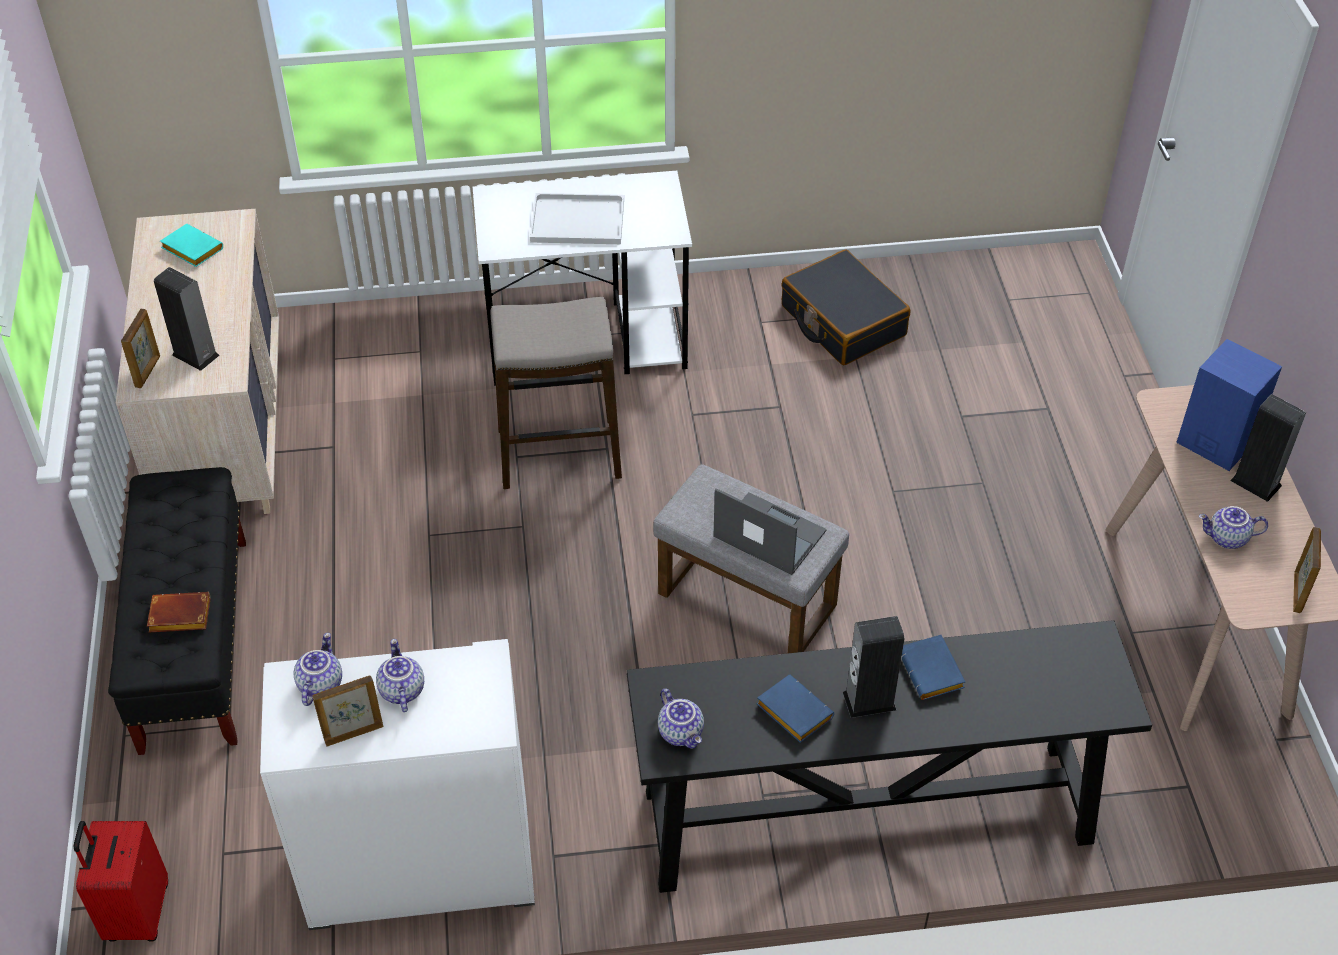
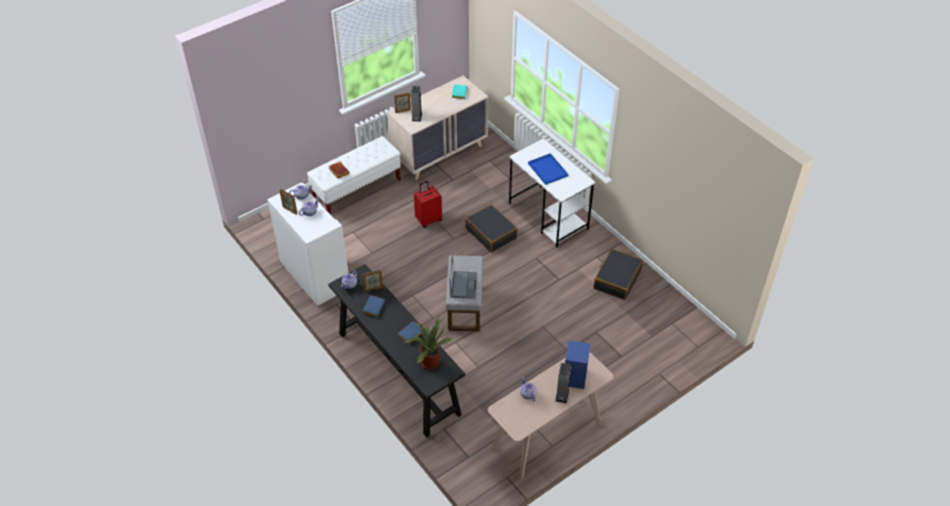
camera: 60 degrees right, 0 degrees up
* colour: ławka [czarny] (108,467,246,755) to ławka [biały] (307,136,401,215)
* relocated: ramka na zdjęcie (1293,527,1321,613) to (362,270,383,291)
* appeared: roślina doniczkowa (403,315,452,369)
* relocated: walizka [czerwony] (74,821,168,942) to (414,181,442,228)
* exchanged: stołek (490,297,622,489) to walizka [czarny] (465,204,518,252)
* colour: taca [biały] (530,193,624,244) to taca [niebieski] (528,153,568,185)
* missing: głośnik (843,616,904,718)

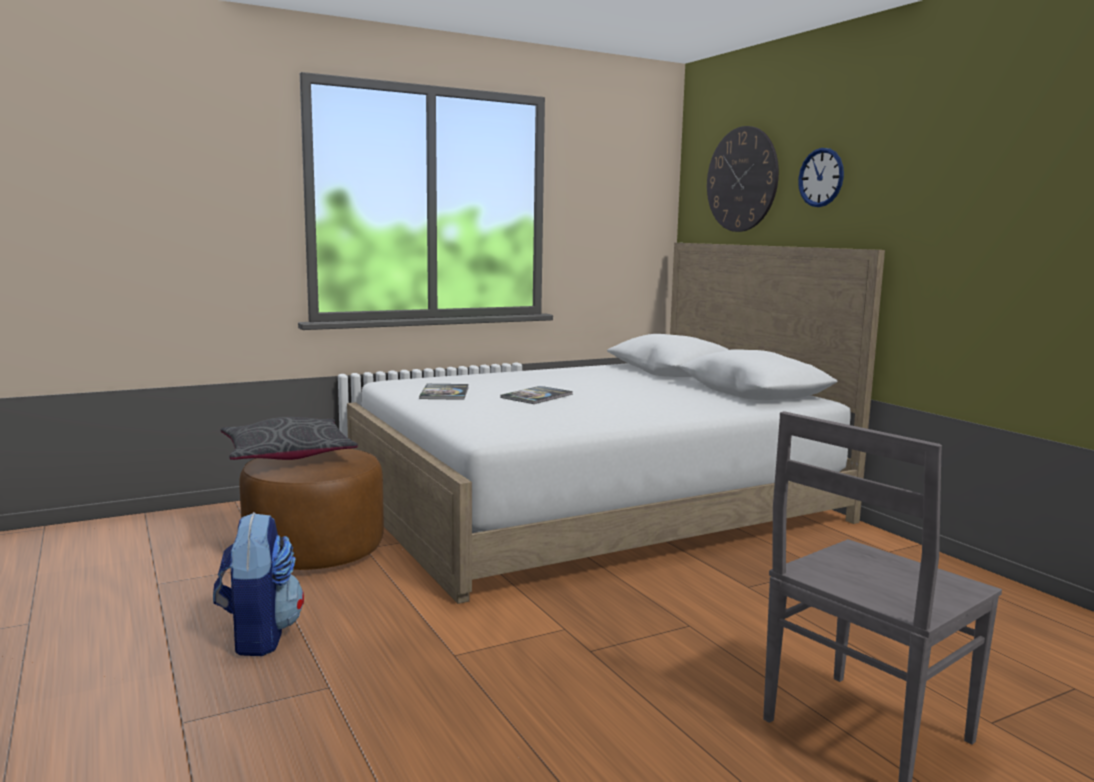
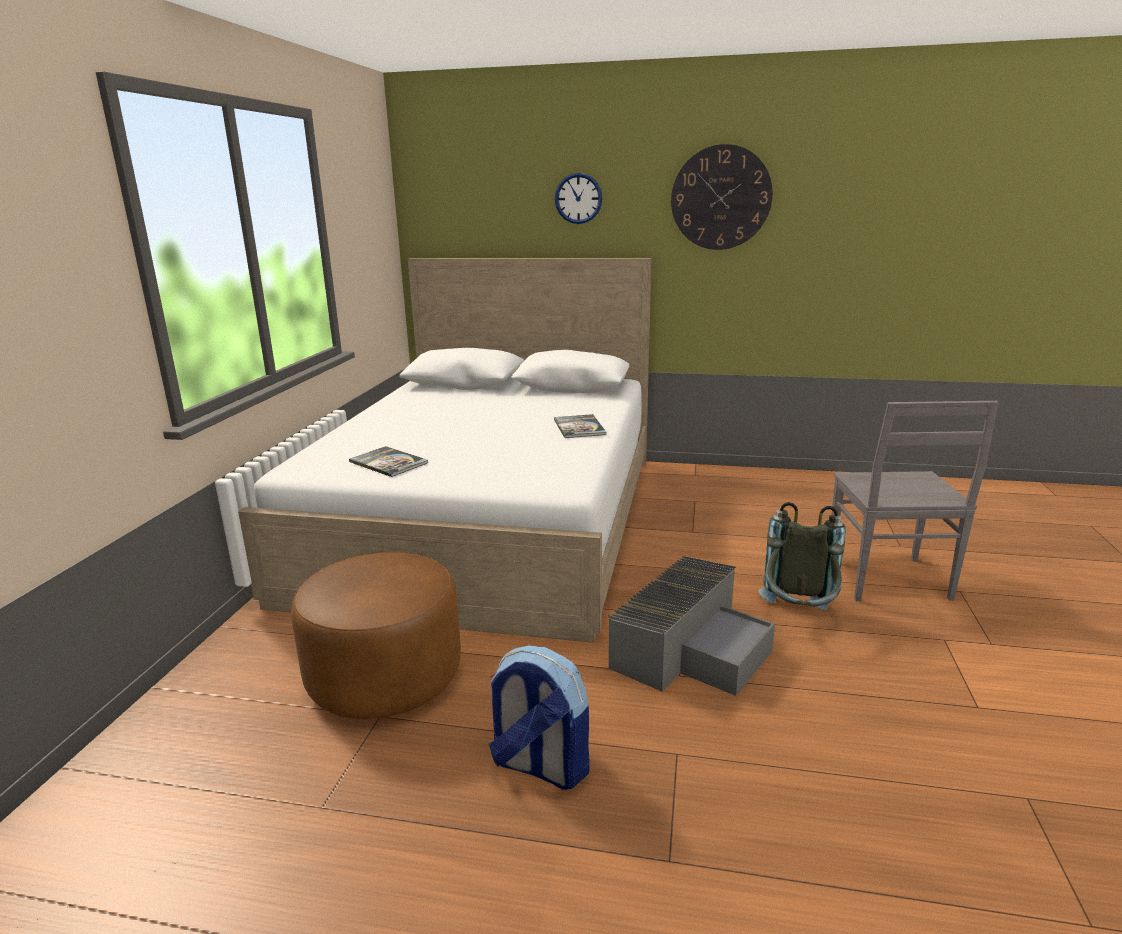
camera: 50 degrees left, 10 degrees up
* relocated: książka (500,386,573,404) to (554,414,606,438)
* appeared: pojemnik do przechowywania [szary] (608,556,775,696)
* relocated: zegar ścienny (707,126,779,232) to (671,144,773,250)
* appeared: plecak [szary] (759,502,846,610)
* missing: poduszka [szary] (220,417,358,460)

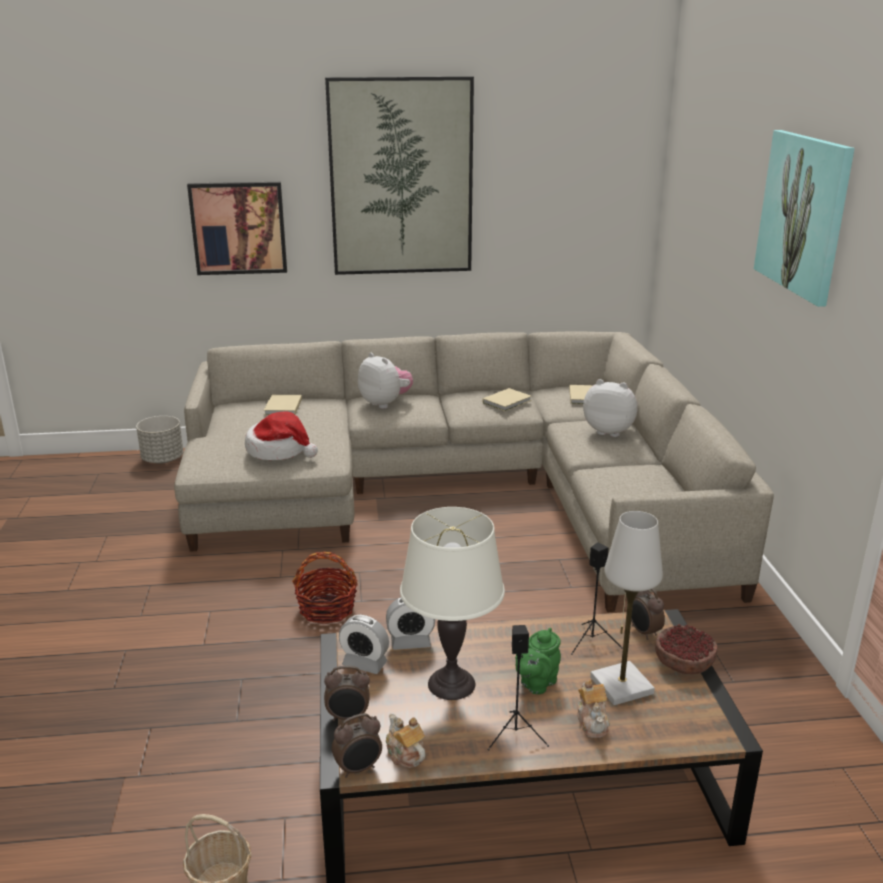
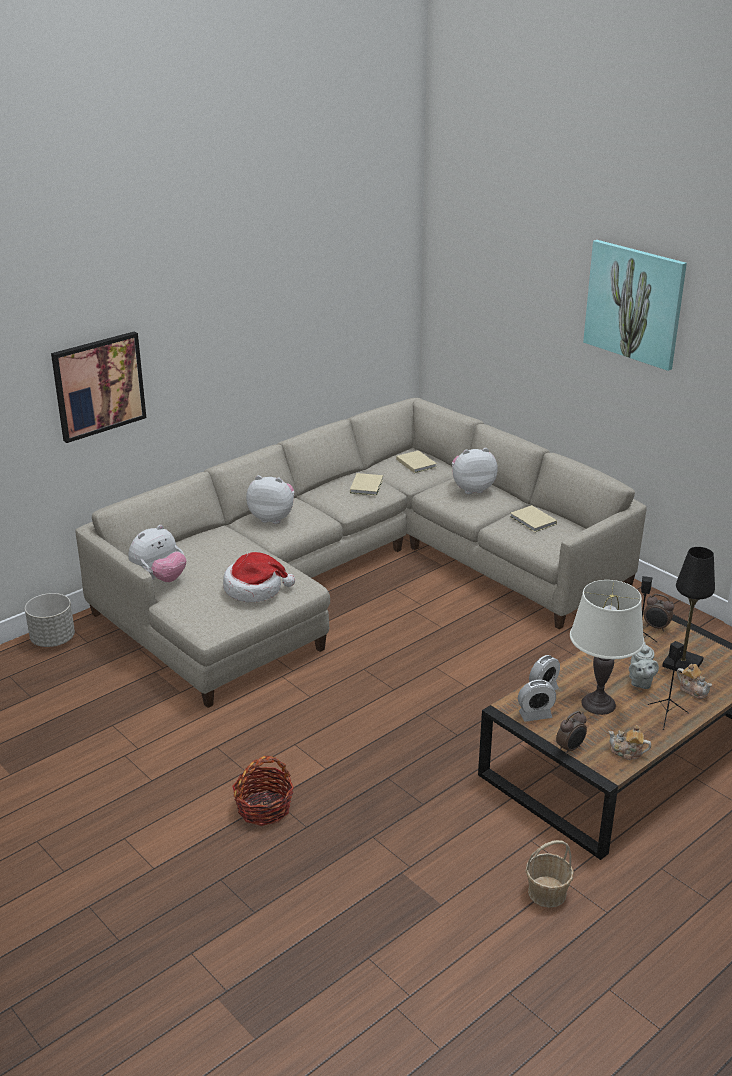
camera: 35 degrees left, 5 degrees up
* appeared: pluszak (128,525,186,582)
* relocated: koszyk (292,552,358,624) to (232,756,294,826)
* relocated: książka [beżowy] (264,395,302,415) to (510,505,557,532)
* colour: imbryk [zielony] (515,628,561,694) to imbryk [szary] (629,642,659,689)
* colour: lampa stołowa [biały] (590,511,663,705) to lampa stołowa [czarny] (662,547,715,673)
* missing: obraz (325,76,474,275)
* missing: budzik (332,713,382,778)
* missing: miska (655,624,718,674)

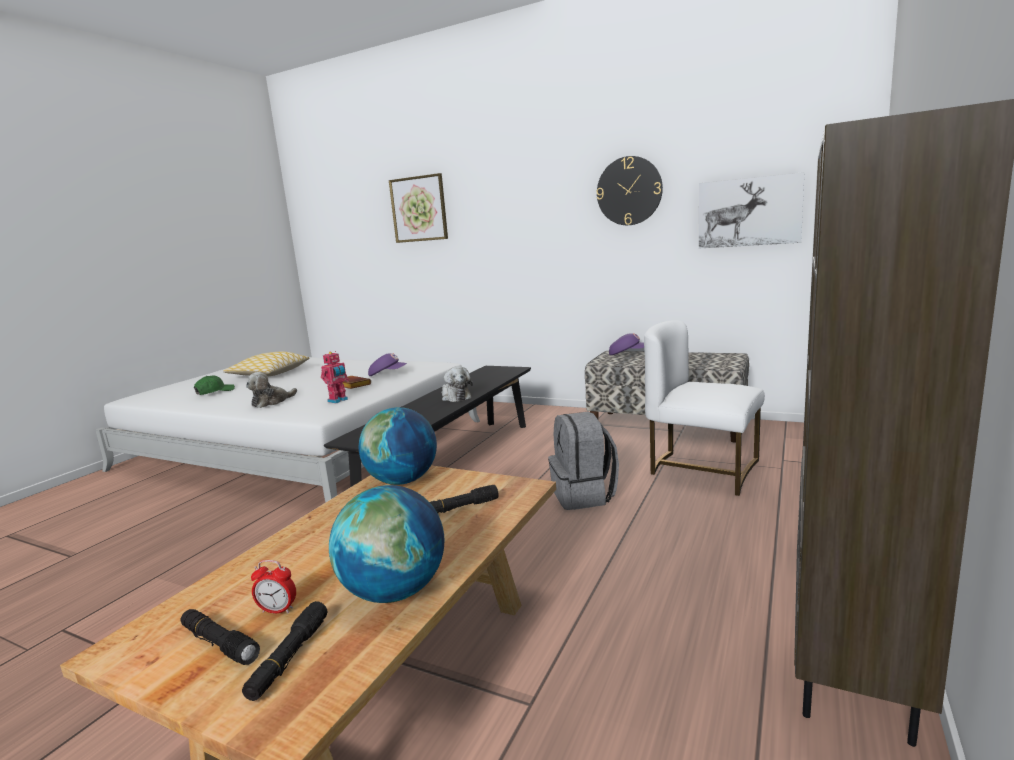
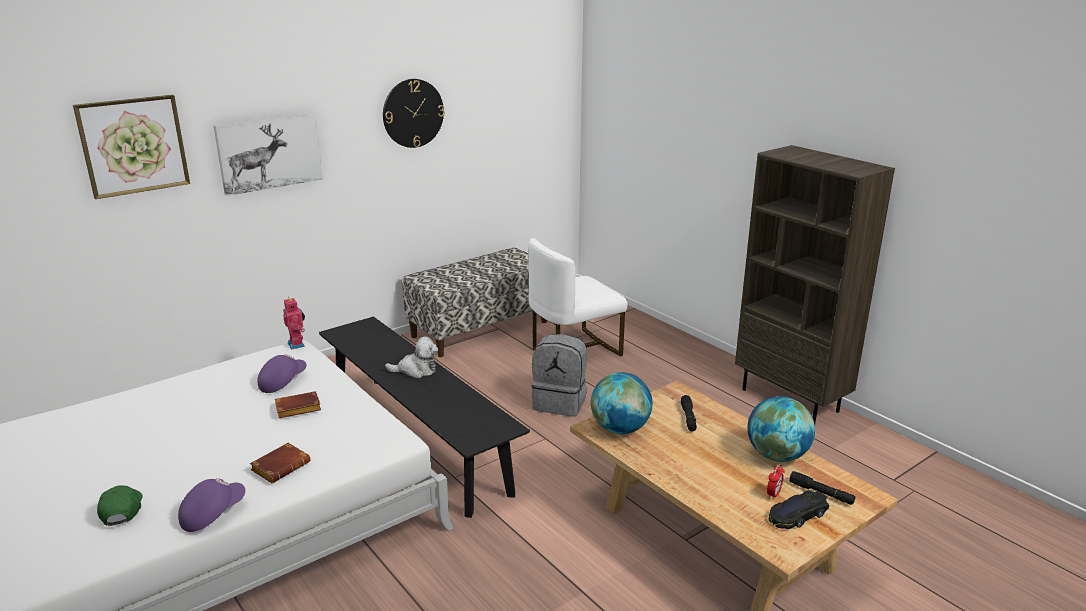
camera: 65 degrees left, 10 degrees up
* relocated: czapka z daszkiem [fioletowy] (609,333,644,355) to (178,478,245,532)
* relocated: obraz (699,172,804,249) to (213,113,323,196)
* exchanged: pluszak (246,372,297,408) to książka [brązowy] (250,443,311,483)
* relocated: robot zabawkowy (321,351,349,403) to (283,297,305,350)
* exchanged: latarka [czarny] (181,609,260,665) to samochodzik [czarny] (769,491,829,529)
* missing: poduszka (223,352,309,376)

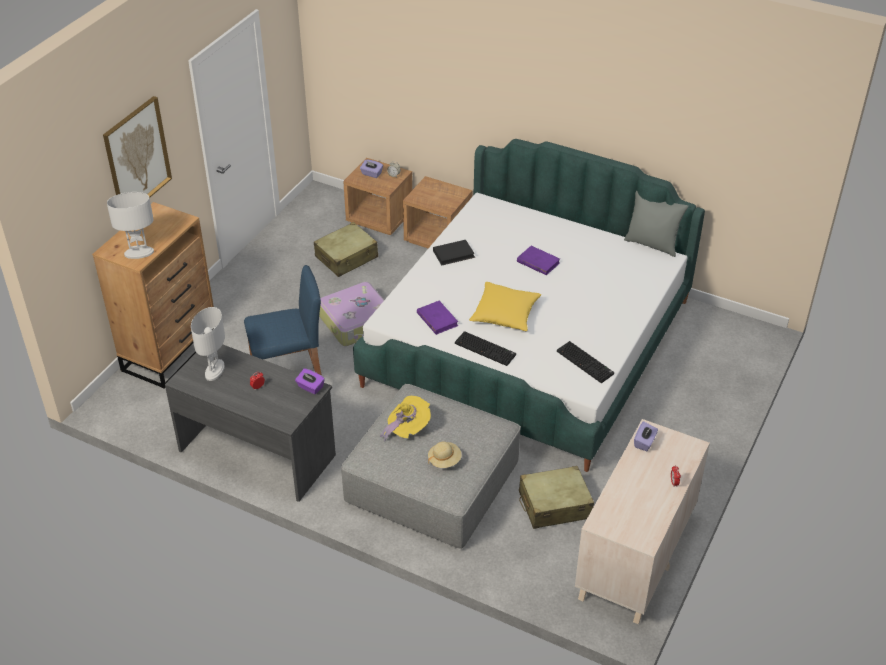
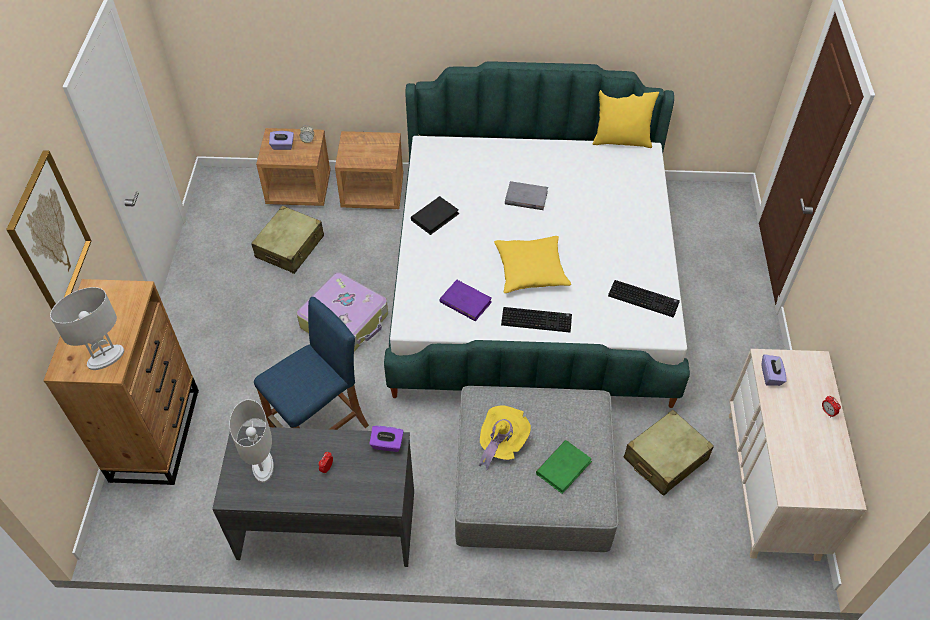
camera: 25 degrees left, 10 degrees up
* colour: książka [fioletowy] (517,246,560,275) to książka [szary] (505,181,548,210)
* exchanged: kapelusz [beżowy] (428,442,462,468) to książka [zielony] (536,440,592,494)
* colour: poduszka [szary] (624,191,689,257) to poduszka [żółty] (592,90,659,148)

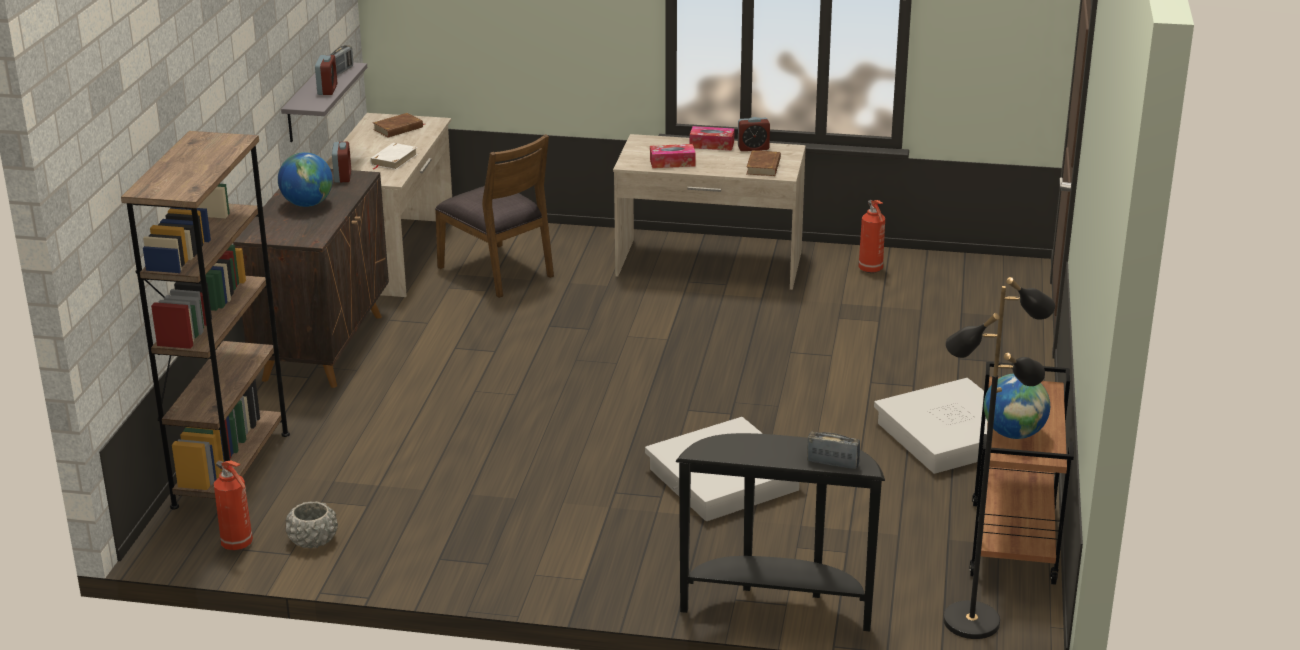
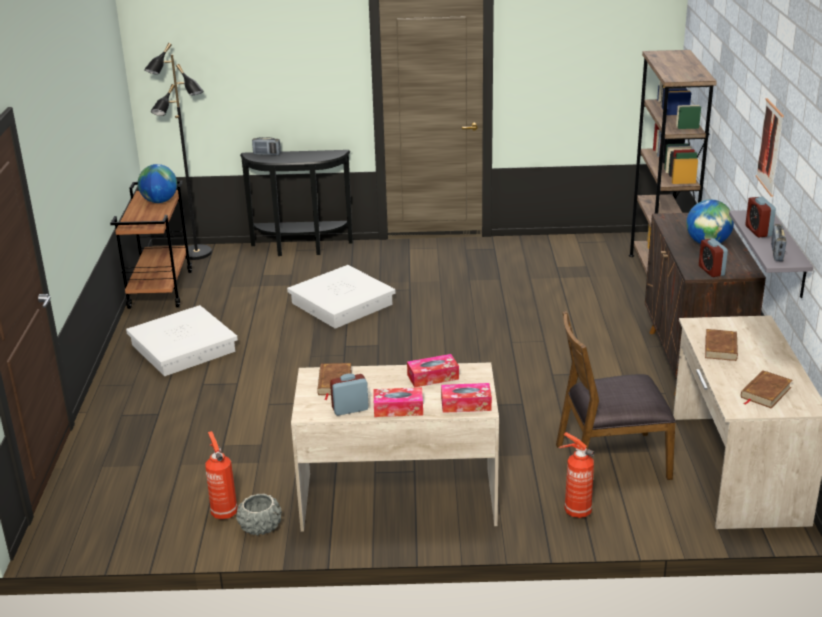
camera: 170 degrees right, 0 degrees up
* relocated: donica [szary] (286,501,338,548) to (236,494,282,536)
* appeared: pudełko chusteczek (441,383,492,413)
* spun: krzesło [brązowy] (435,134,554,298) = (556,311,676,480) 45 degrees counterclockwise
* relocated: gaśnica (214,460,253,550) to (558,432,594,518)
* colour: książka [biały] (370,143,418,170) to książka [brązowy] (705,329,738,361)
* appeared: obraz (756,98,784,197)

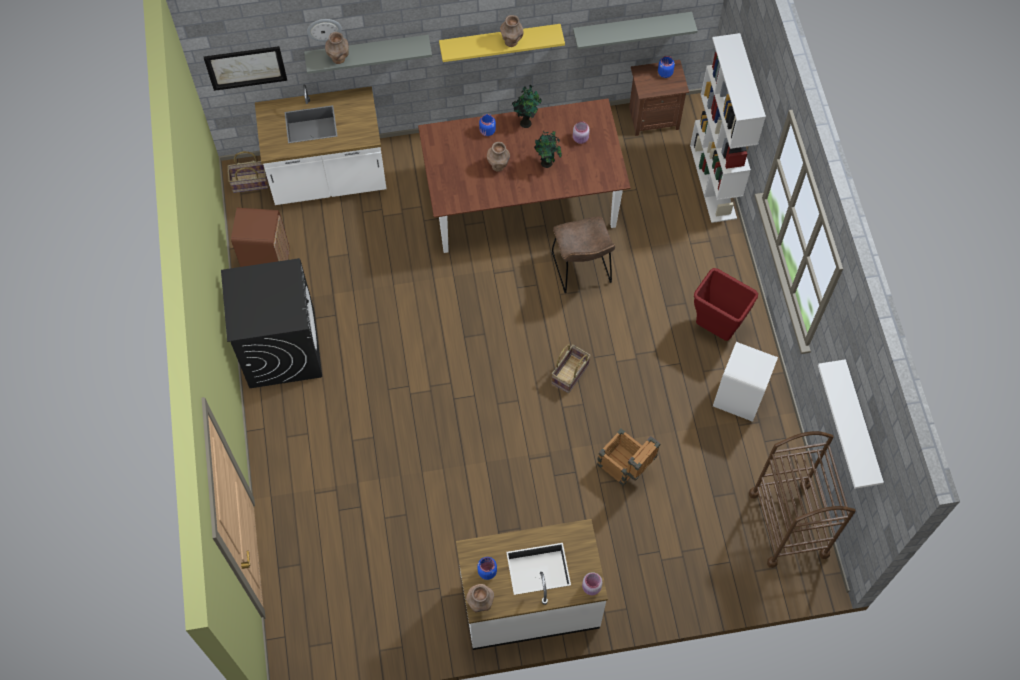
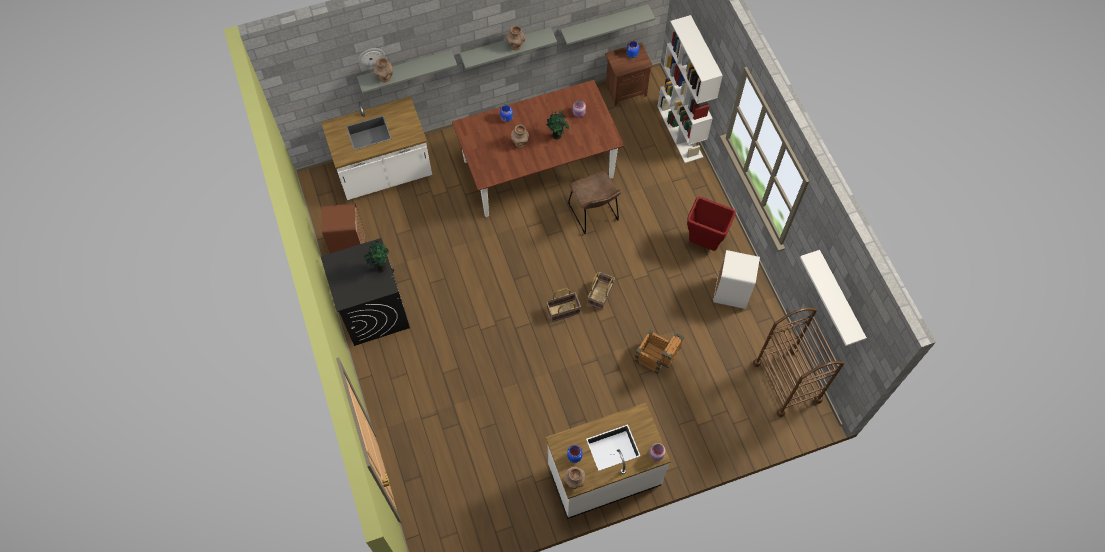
camera: 10 degrees left, 0 degrees up
* relocated: roślina doniczkowa (512,85,542,128) to (363,241,389,273)
* colour: półka [żółty] (439,24,565,62) to półka [szary] (460,27,557,69)
* relocated: koszyk (227,151,269,193) to (546,288,581,322)
* missing: obraz (204,46,287,91)

